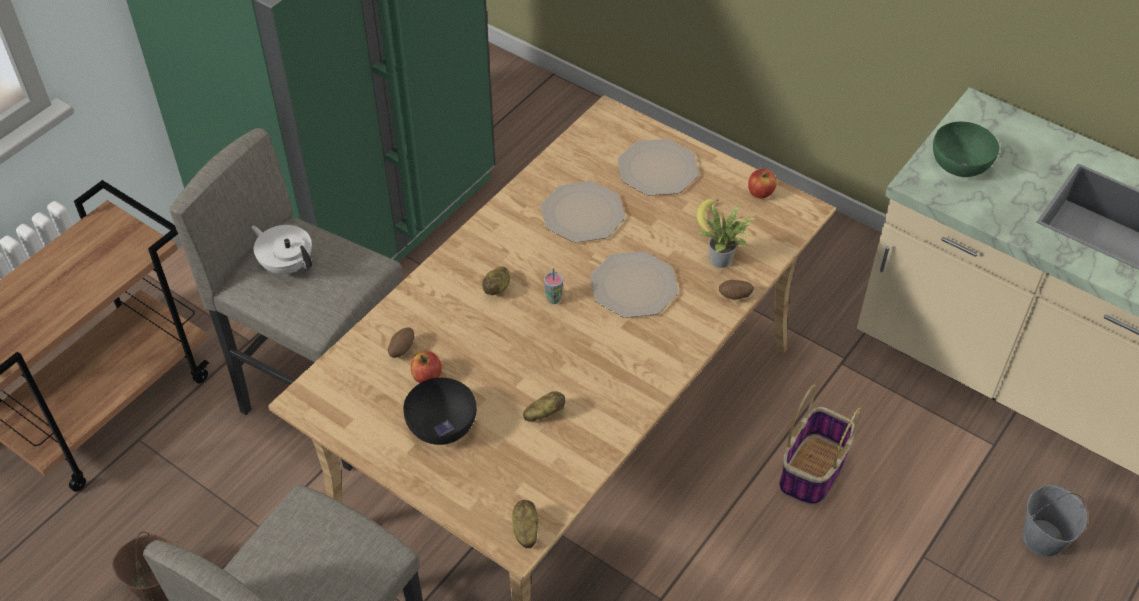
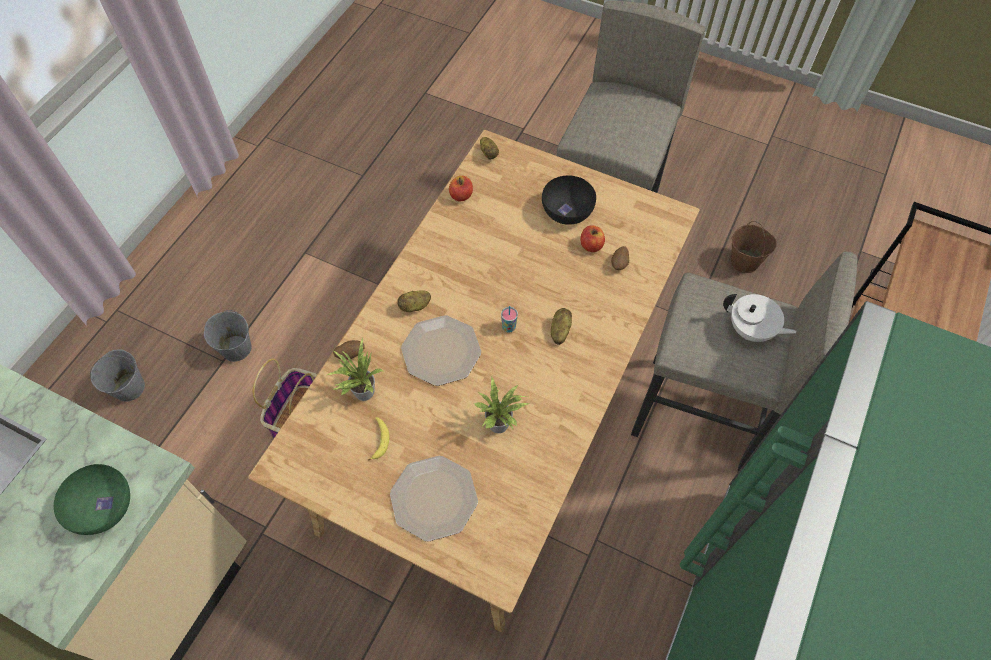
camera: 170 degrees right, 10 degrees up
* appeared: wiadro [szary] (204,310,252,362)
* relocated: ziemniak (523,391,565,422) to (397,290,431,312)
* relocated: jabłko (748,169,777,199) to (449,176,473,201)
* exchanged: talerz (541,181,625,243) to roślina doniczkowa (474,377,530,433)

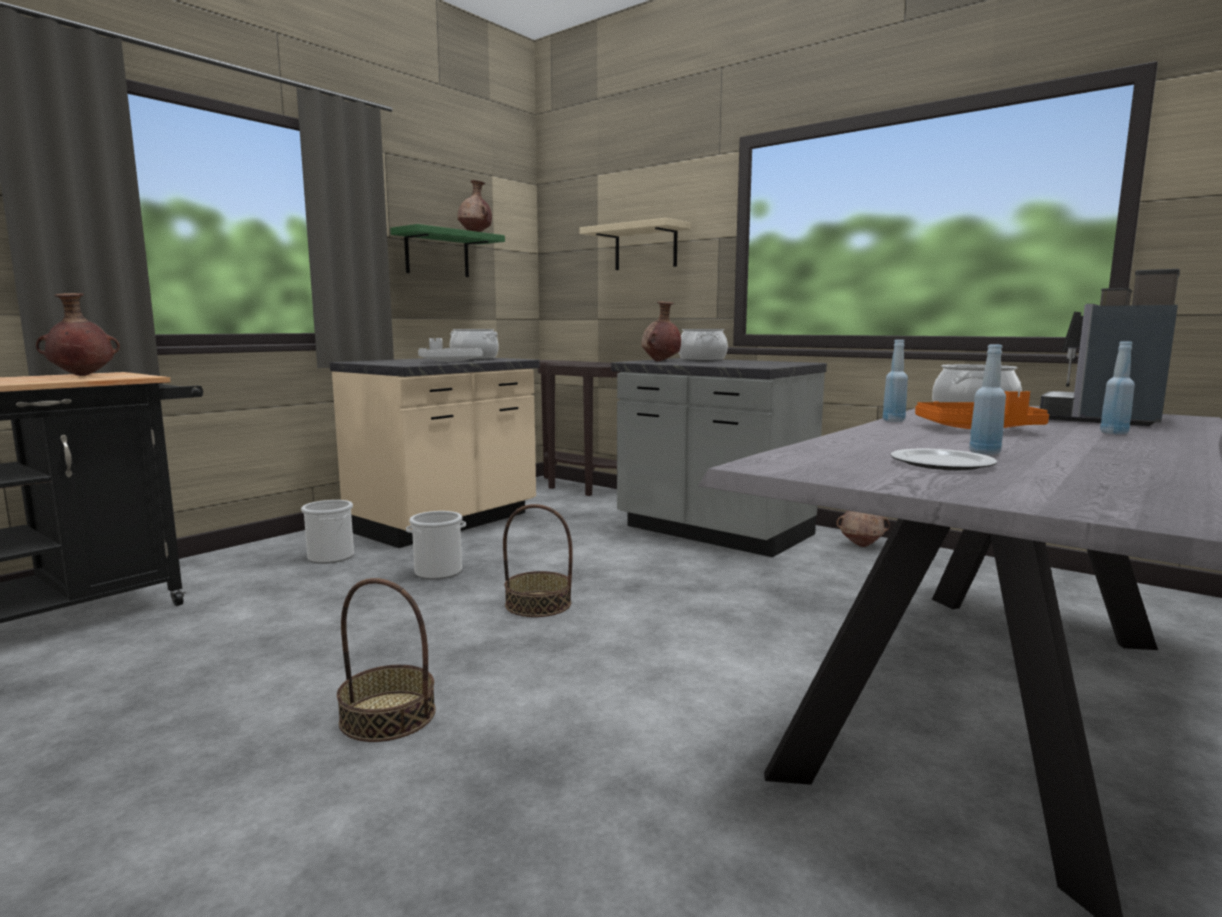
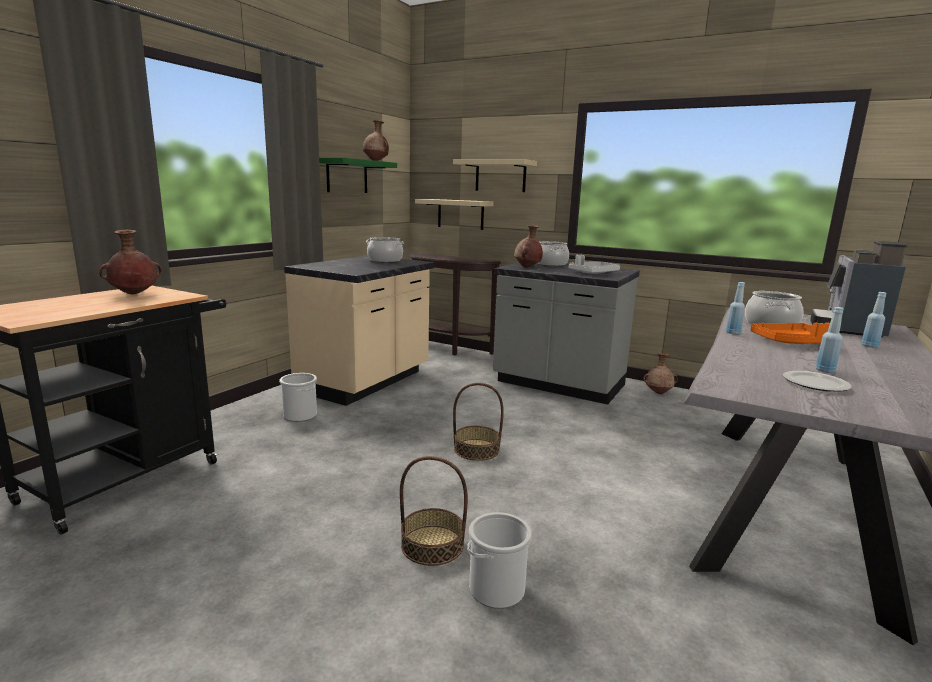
camera: 10 degrees left, 5 degrees up
* appeared: półka [beżowy] (415,199,494,230)
* relocated: wiadro (406,511,466,580) to (467,512,532,609)
* relocated: taca [szary] (418,338,483,362) to (569,255,620,274)

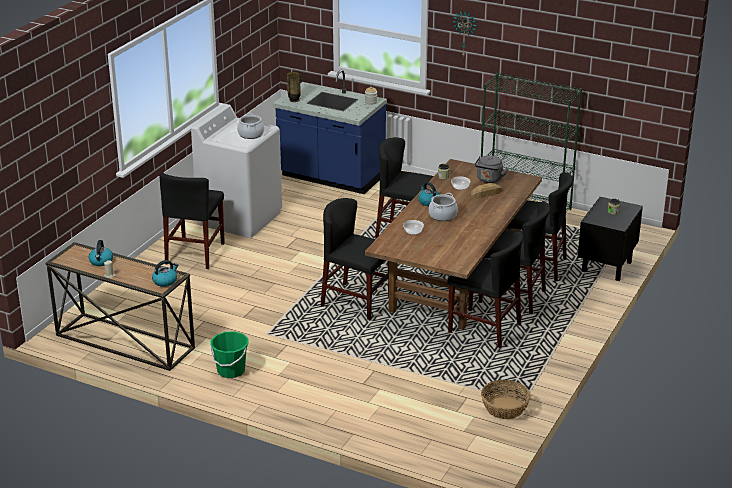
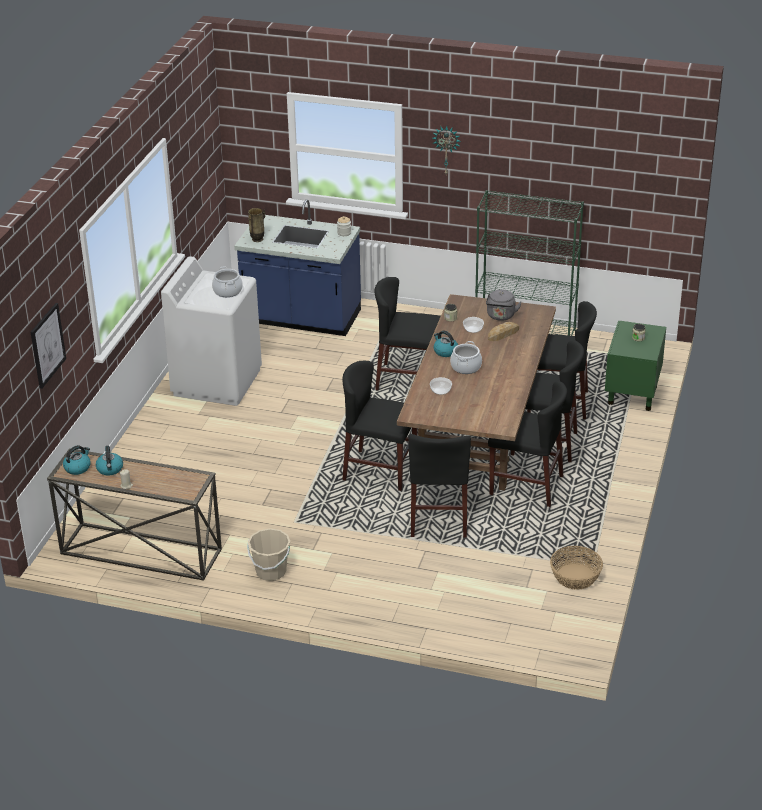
camera: 10 degrees left, 5 degrees up
* appeared: obraz (31,303,66,389)
* relocated: czajnik (152,260,178,287) to (63,445,91,475)
* colour: wiadro [zielony] (210,331,248,378) to wiadro [beżowy] (247,528,290,581)
* relocated: krzesło [czarny] (160,173,225,269) to (408,434,471,538)
* colour: szafka nocna [czarny] (578,197,643,281) to szafka nocna [zielony] (605,321,666,411)

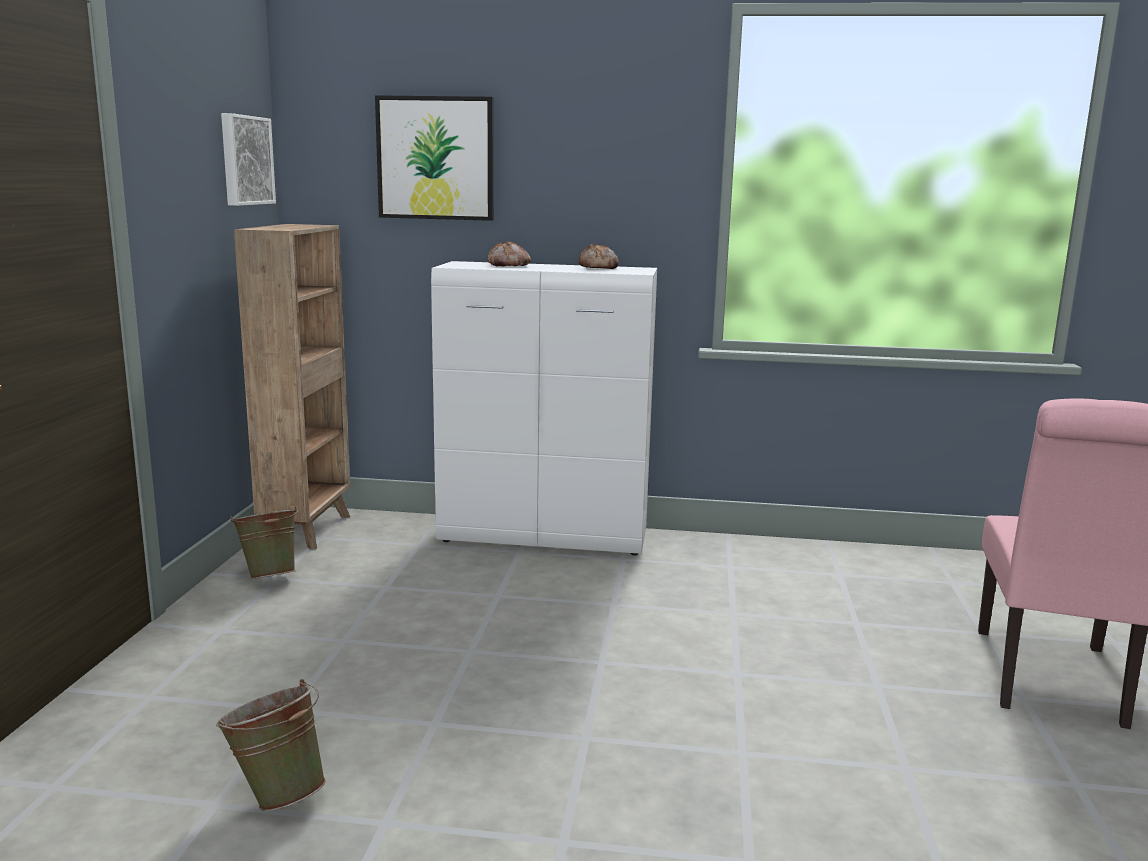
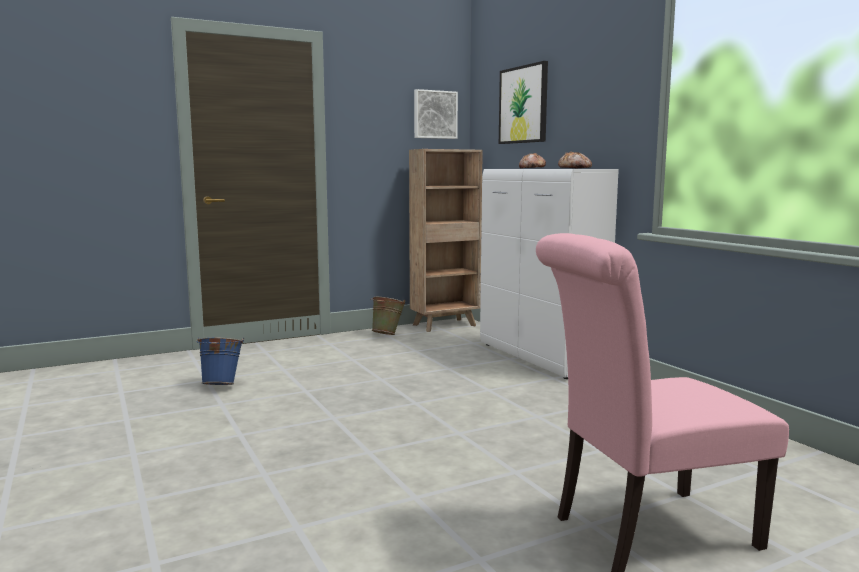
camera: 55 degrees right, 5 degrees down
* colour: wiadro [zielony] (216,679,326,811) to wiadro [niebieski] (196,338,244,385)

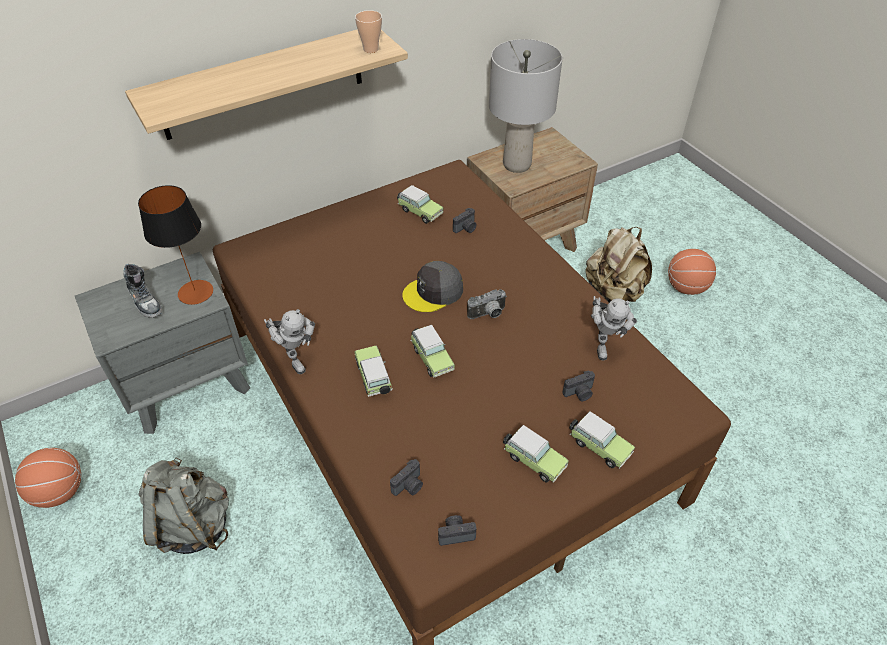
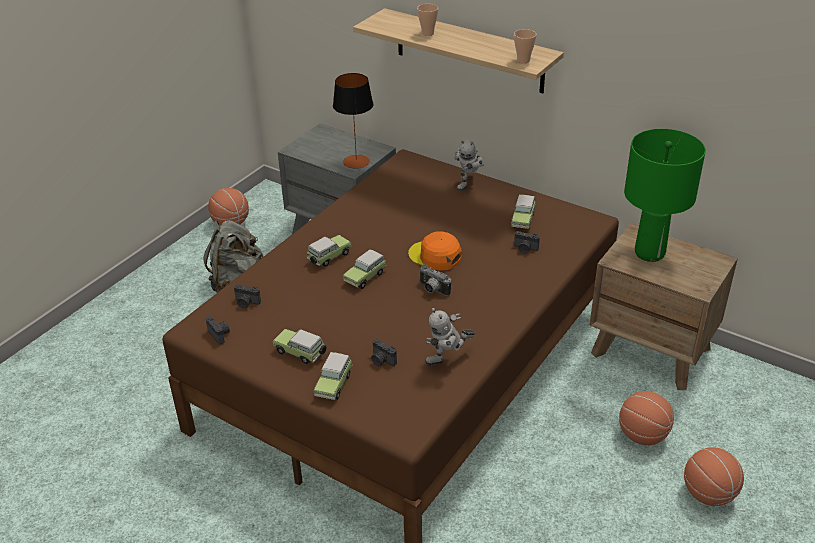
camera: 65 degrees right, 10 degrees down
* spun: samochodzik (503,425,569,483) = (273,329,326,364) 105 degrees clockwise
* colour: czapka z daszkiem [szary] (402,261,463,312) to czapka z daszkiem [pomarańczowy] (408,232,462,271)
* appeared: filiżanka (417,4,438,36)
* relocated: robot zabawkowy (264,309,315,374) to (455,140,484,191)
* exchanged: plecak [beżowy] (585,227,652,302) to piłka do koszykówki (619,391,674,445)
* colour: lampa stołowa [szary] (489,39,563,173) to lampa stołowa [zielony] (624,129,706,262)
* missing: but (123,264,162,318)

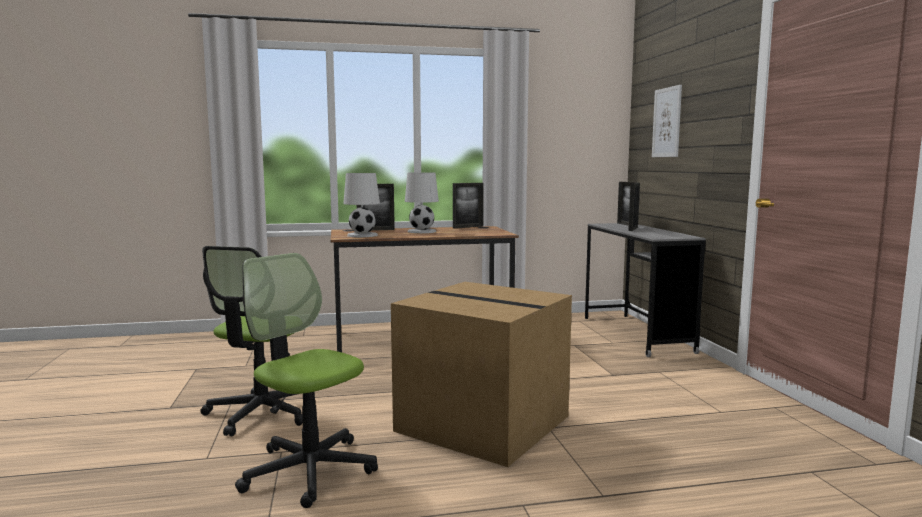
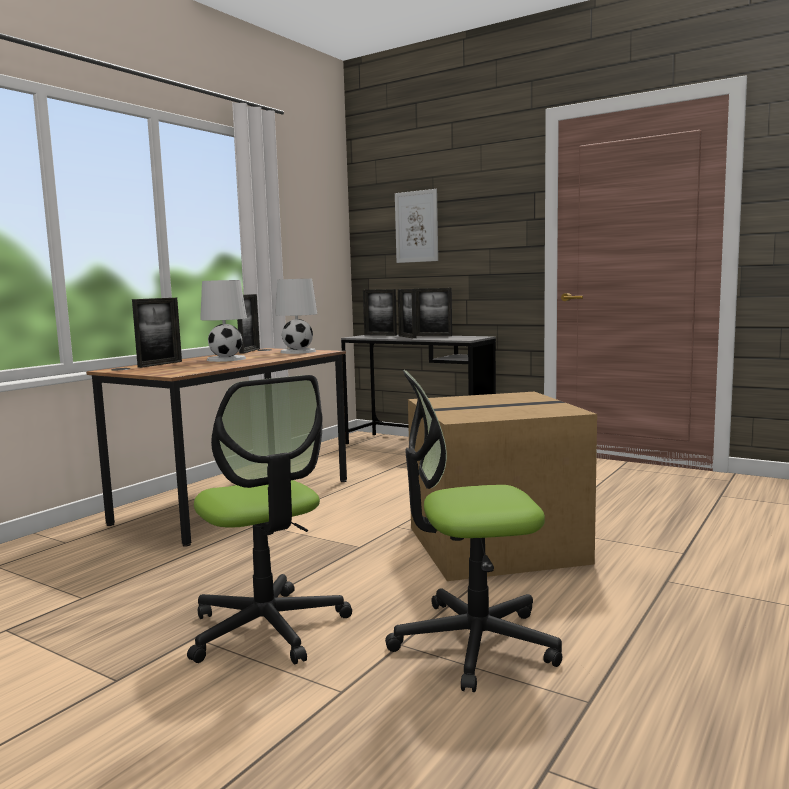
camera: 45 degrees left, 0 degrees up
* relocated: lampa stołowa [biały] (343,173,380,237) to (275,279,317,354)
* appeared: ramka na zdjęcie (415,288,452,336)

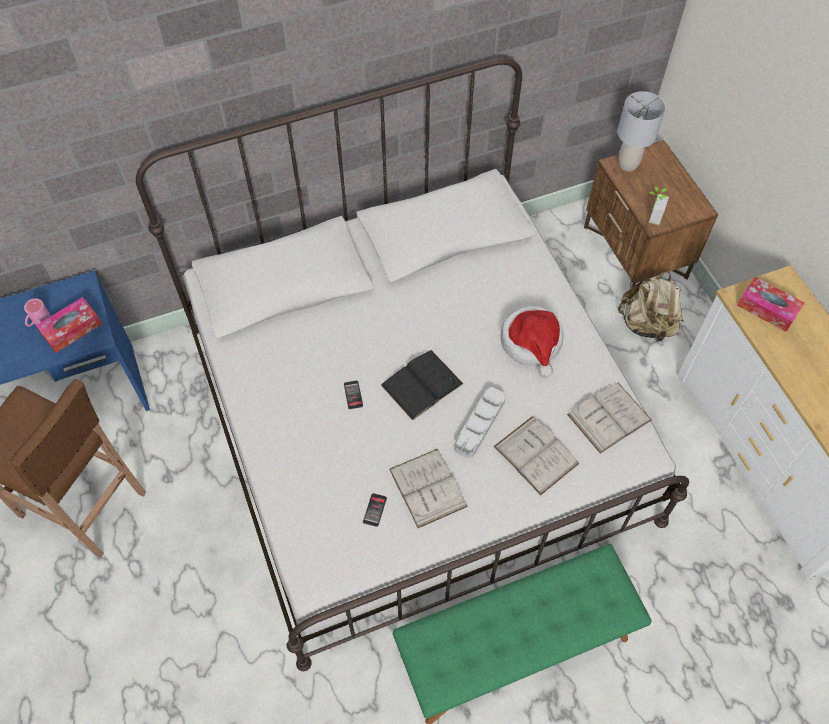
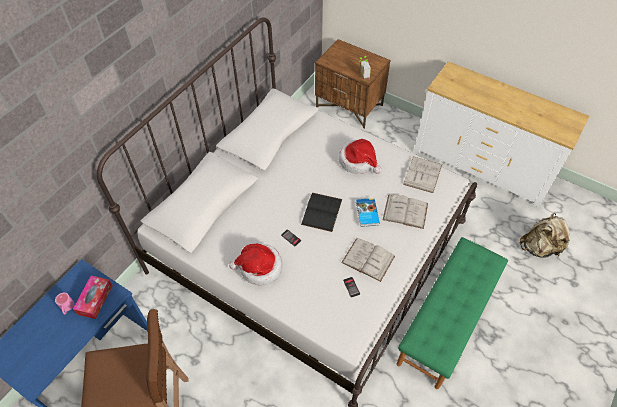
camera: 35 degrees left, 5 degrees down
* appeared: kapelusz (229,244,283,285)
* exchanged: taca [szary] (454,387,506,458) to książka (356,198,380,227)
* relocated: plecak [beżowy] (618,272,683,343) to (519,213,570,258)
* missing: lampa stołowa [szary] (617,91,665,171)
* missing: pudełko chusteczek (737,277,804,332)

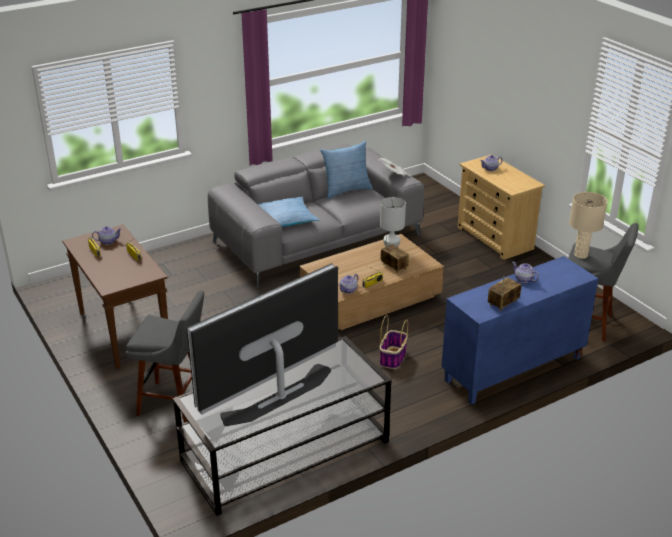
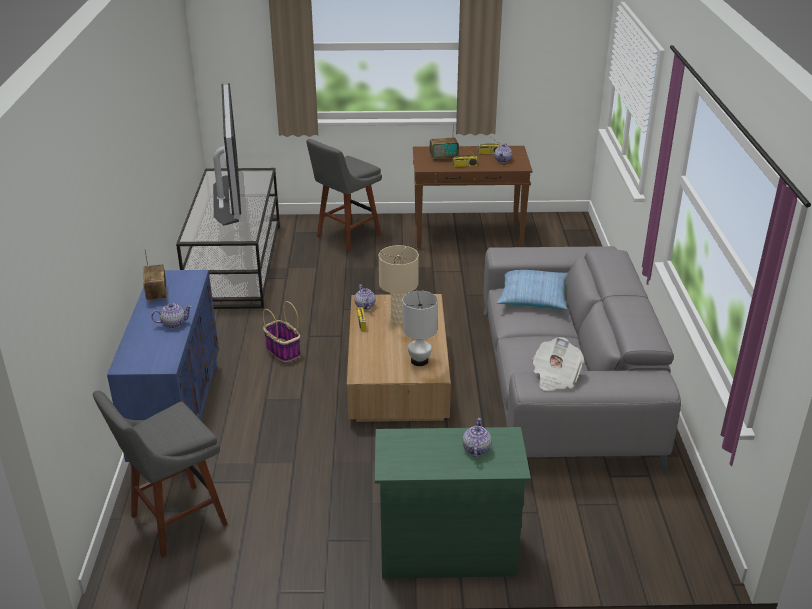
camera: 120 degrees right, 0 degrees up
* colour: komoda [beżowy] (458,154,545,260) to komoda [zielony] (375,427,531,579)
* relocated: lampa stołowa [beżowy] (569,192,608,259) to (379,245,419,324)
* relocated: radio (381,235,409,273) to (430,124,459,162)
* missing: poduszka (320,141,373,199)

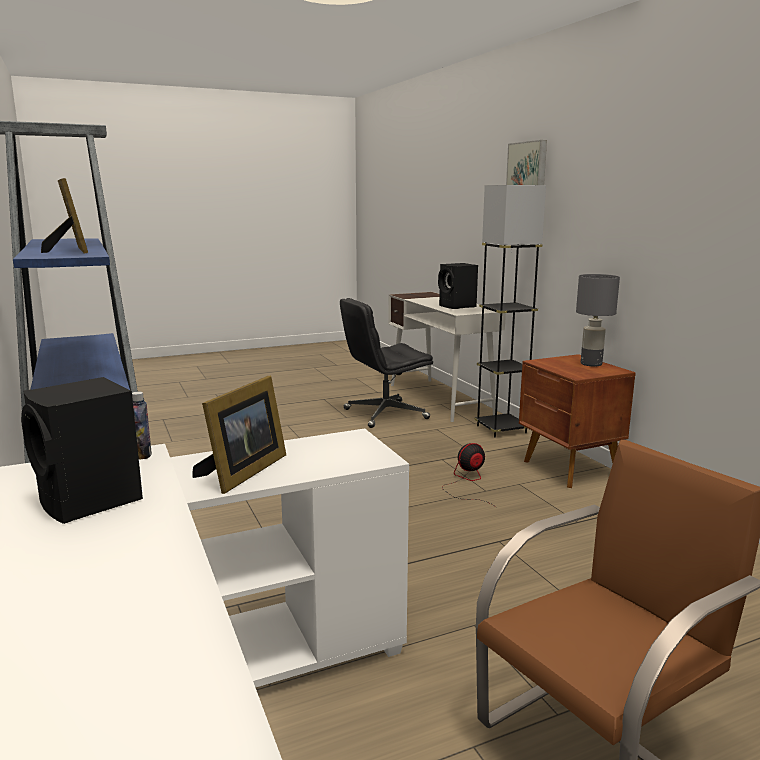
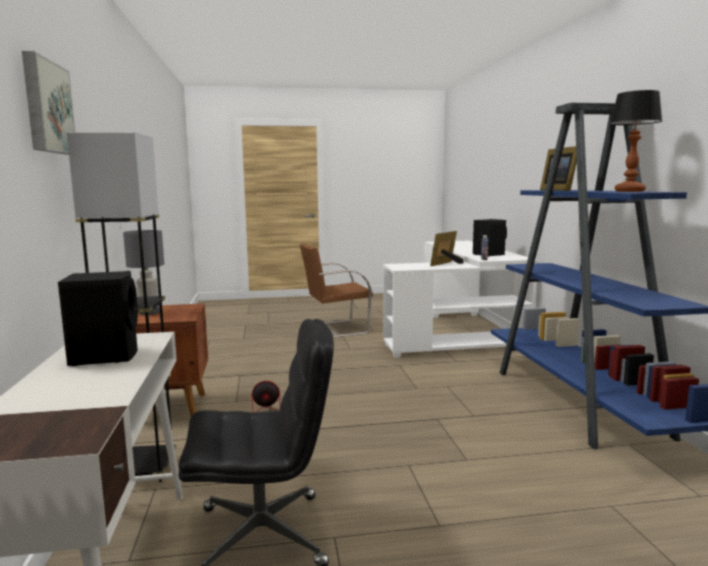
camera: 165 degrees left, 5 degrees down
* appeared: lampa stołowa (610,90,662,192)

